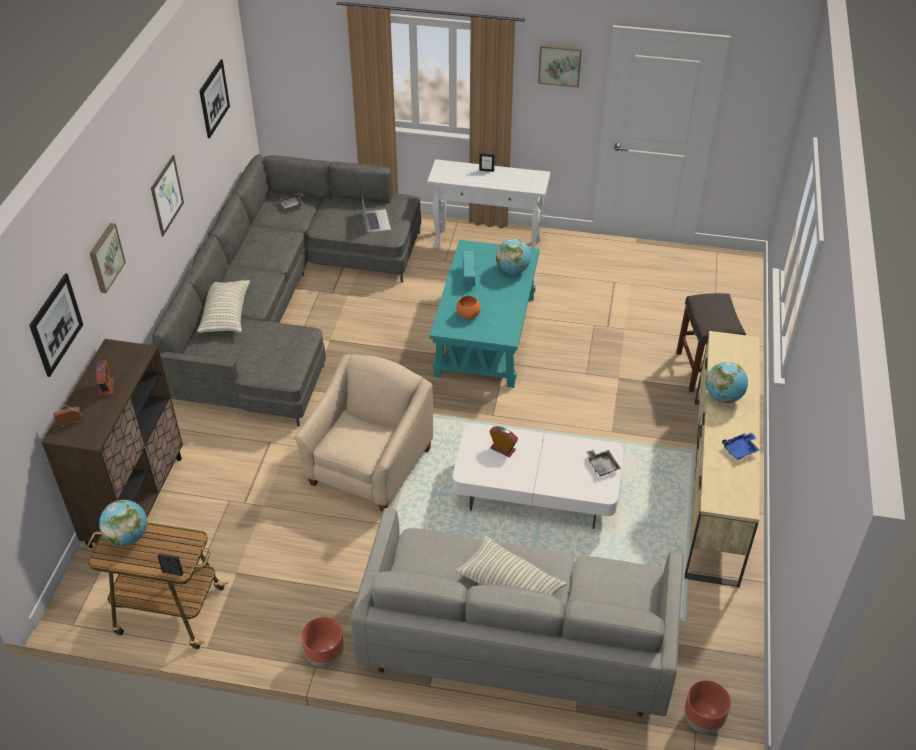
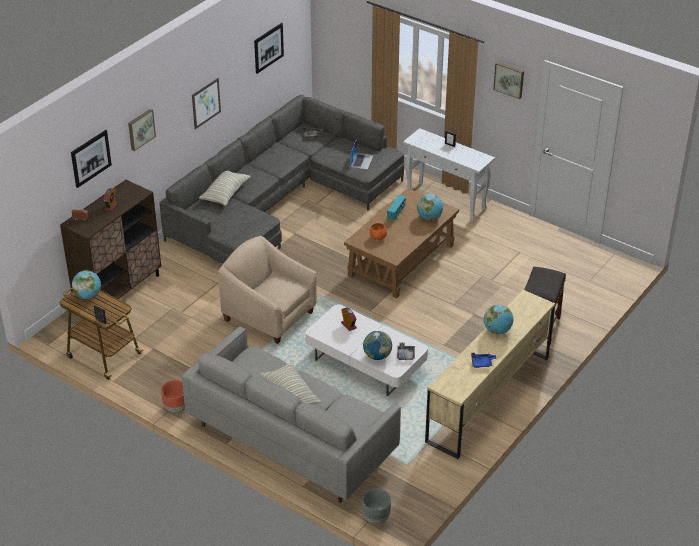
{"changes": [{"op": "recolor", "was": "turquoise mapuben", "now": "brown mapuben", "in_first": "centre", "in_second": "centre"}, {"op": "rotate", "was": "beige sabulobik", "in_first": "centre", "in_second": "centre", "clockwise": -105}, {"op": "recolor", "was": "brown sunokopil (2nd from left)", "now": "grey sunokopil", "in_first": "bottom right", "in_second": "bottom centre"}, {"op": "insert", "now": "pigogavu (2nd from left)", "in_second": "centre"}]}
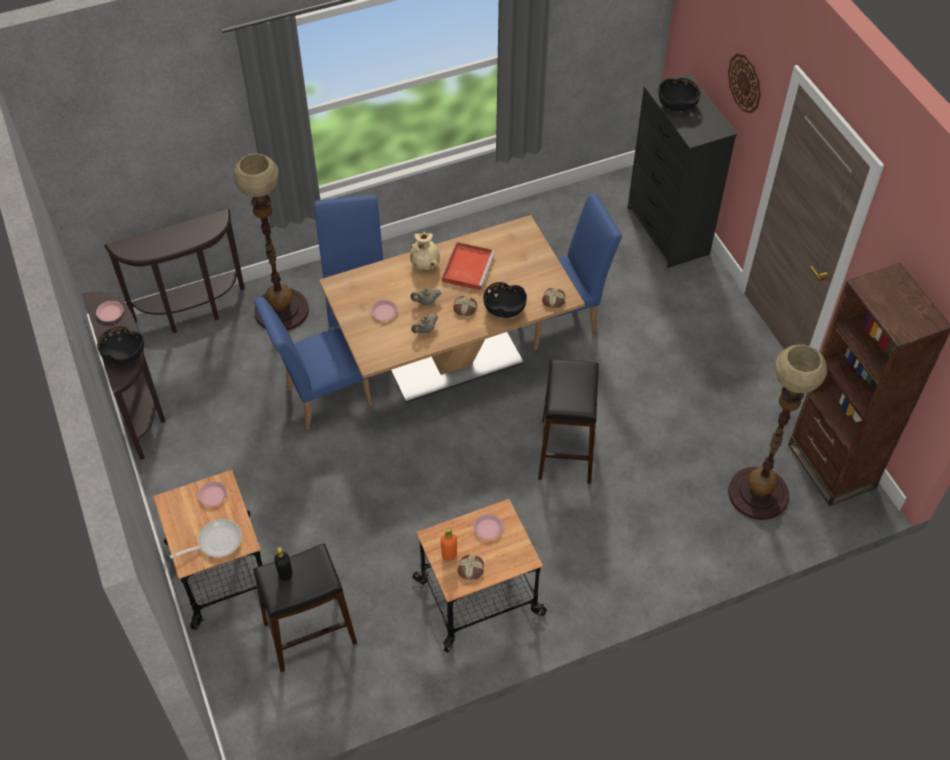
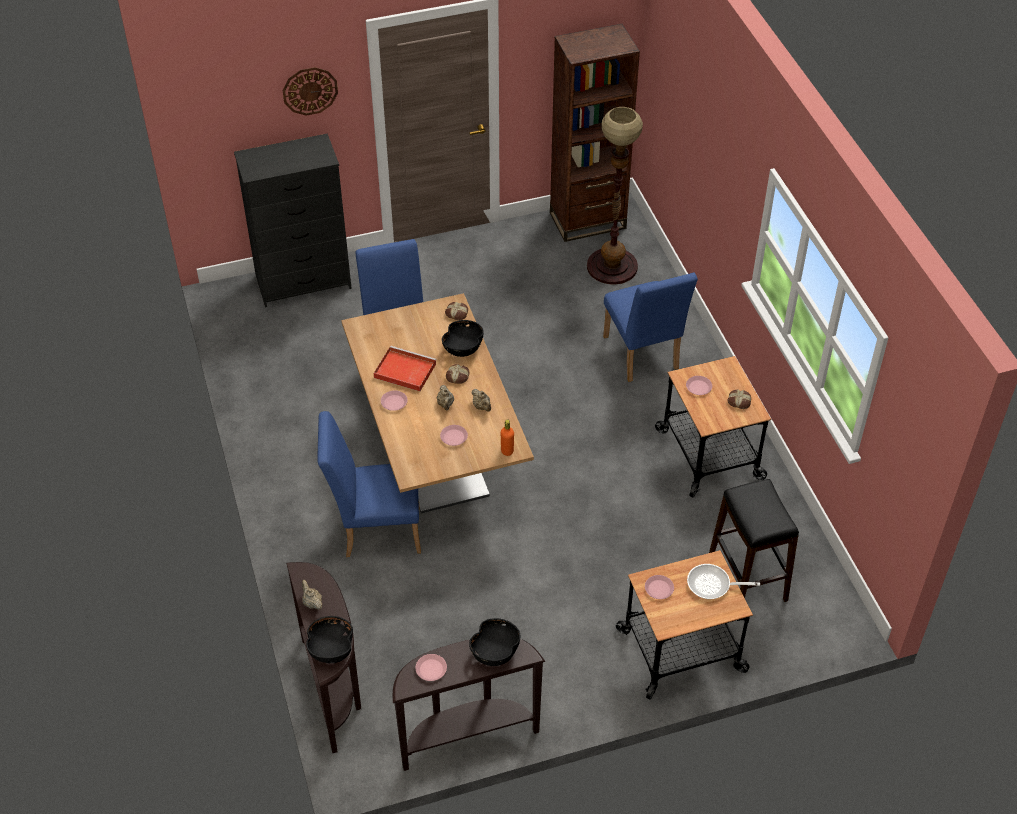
{"changes": [{"op": "move", "was": "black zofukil (3rd from left in the first image)", "now": "black zofukil (1st from left)", "in_first": "top right", "in_second": "bottom left"}, {"op": "delete", "was": "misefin (1st from left)", "in_first": "top left"}, {"op": "replace", "was": "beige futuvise", "now": "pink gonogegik (1st from left)", "in_first": "top centre", "in_second": "centre"}, {"op": "move", "was": "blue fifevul (1st from left in the first image)", "now": "blue fifevul (3rd from left)", "in_first": "middle left", "in_second": "centre"}, {"op": "delete", "was": "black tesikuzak (2nd from left)", "in_first": "centre"}, {"op": "rotate", "was": "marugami", "in_first": "bottom left", "in_second": "bottom right", "clockwise": -60}, {"op": "move", "was": "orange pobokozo", "in_first": "bottom centre", "in_second": "centre"}, {"op": "delete", "was": "black pobokozo", "in_first": "bottom left"}, {"op": "insert", "now": "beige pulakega (1st from left)", "in_second": "bottom left"}]}
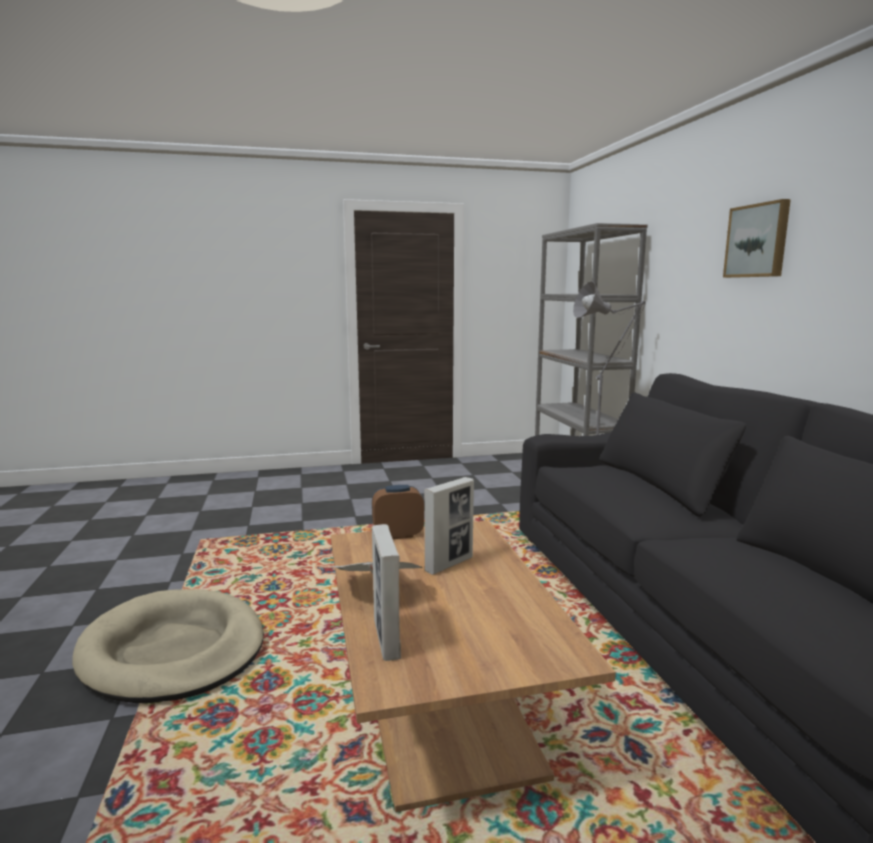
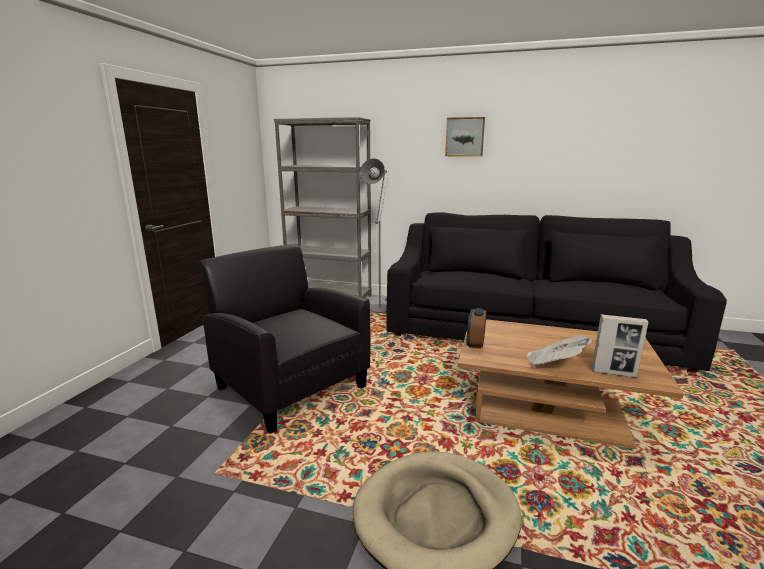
{"changes": [{"op": "delete", "was": "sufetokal (2nd from left)", "in_first": "centre"}, {"op": "insert", "now": "black sabulobik", "in_second": "centre"}]}
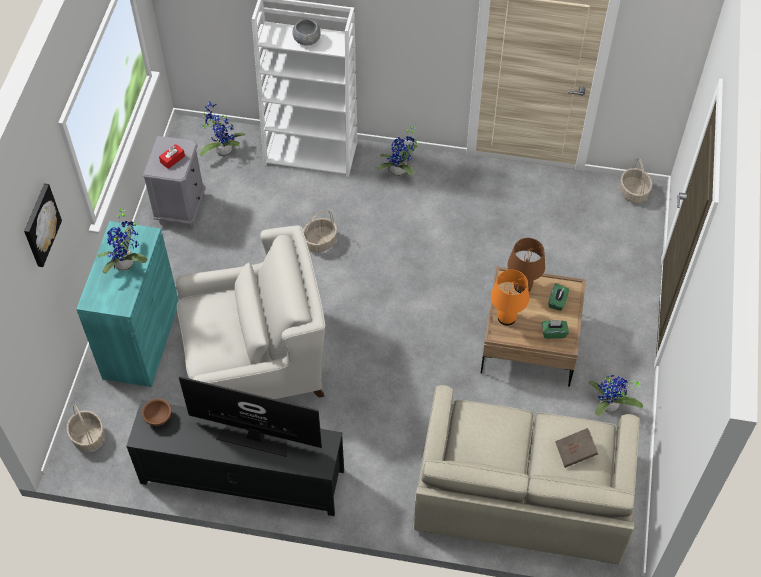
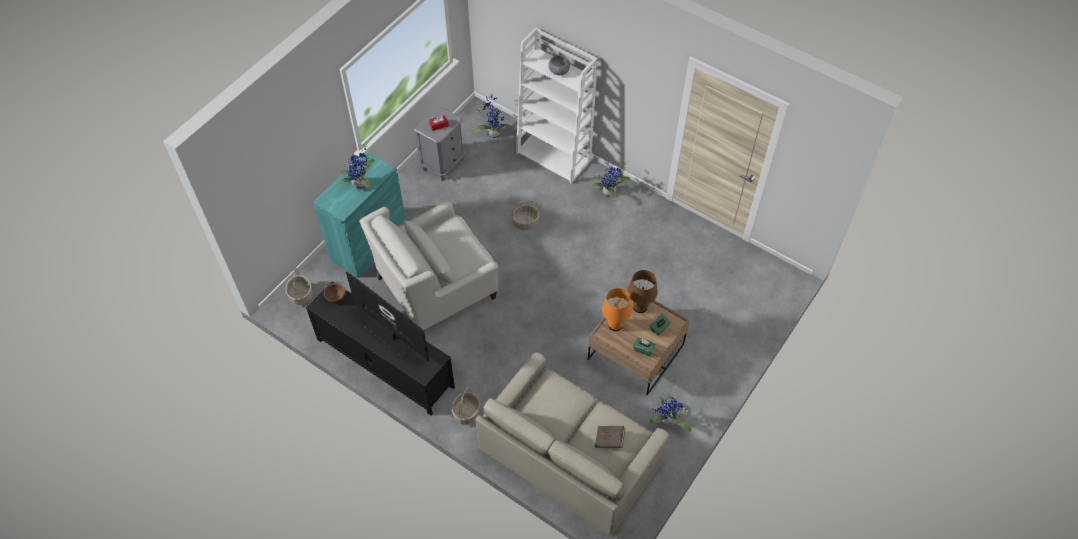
{"changes": [{"op": "move", "was": "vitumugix (3rd from left in the first image)", "now": "vitumugix (2nd from left)", "in_first": "top right", "in_second": "bottom centre"}, {"op": "delete", "was": "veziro", "in_first": "middle left"}, {"op": "rotate", "was": "white sabulobik", "in_first": "middle left", "in_second": "centre", "clockwise": 135}]}
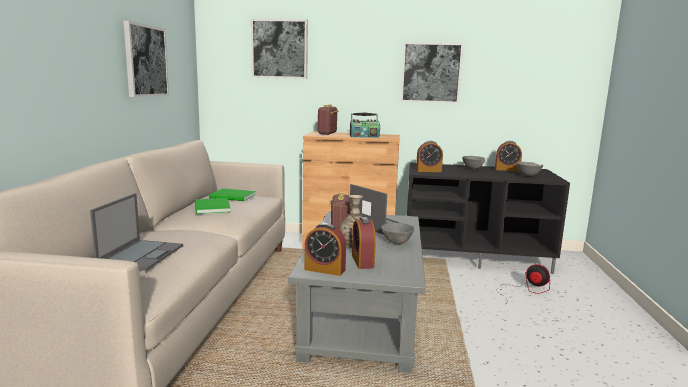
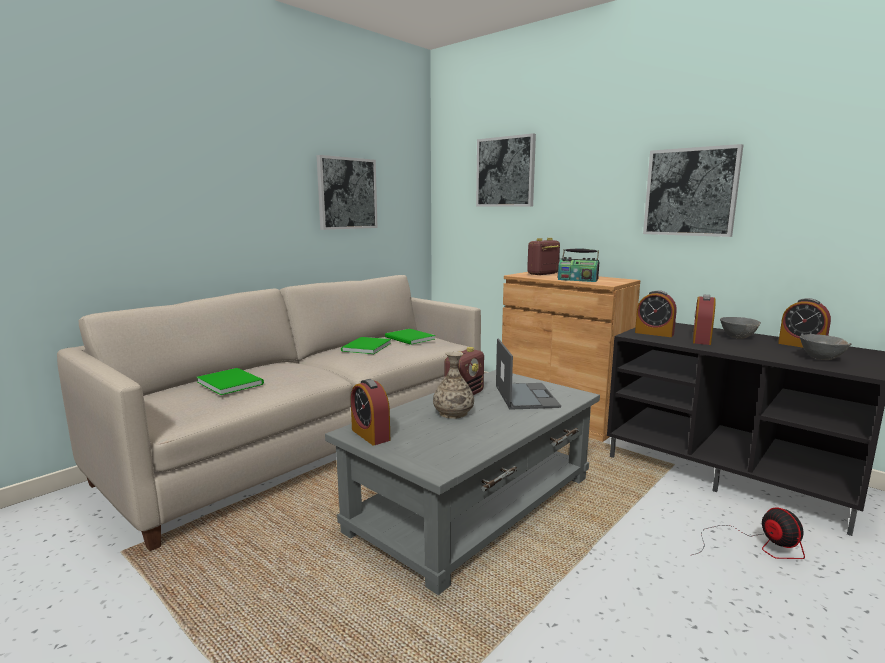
{"changes": [{"op": "replace", "was": "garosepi (1st from left)", "now": "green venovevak (1st from left)", "in_first": "middle left", "in_second": "middle left"}, {"op": "move", "was": "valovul (2nd from left in the first image)", "now": "valovul (3rd from left)", "in_first": "centre", "in_second": "middle right"}, {"op": "delete", "was": "grey zofukil (1st from left)", "in_first": "centre"}]}
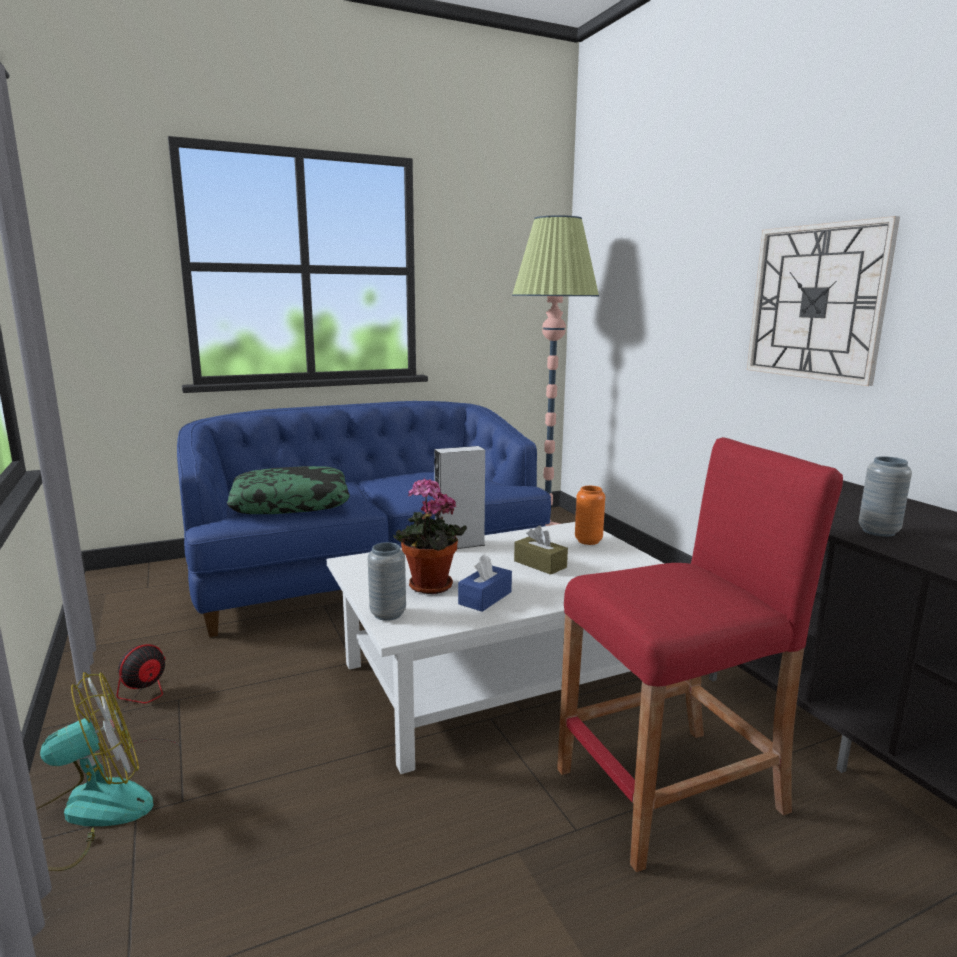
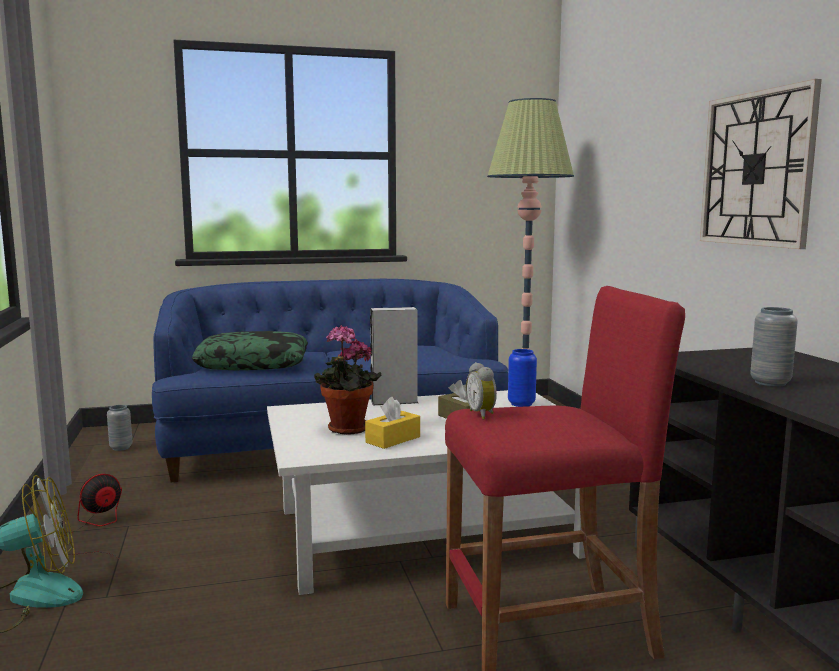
{"changes": [{"op": "recolor", "was": "orange futuvise", "now": "blue futuvise", "in_first": "centre", "in_second": "centre"}, {"op": "move", "was": "grey futuvise (1st from left)", "in_first": "centre", "in_second": "middle left"}, {"op": "recolor", "was": "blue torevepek", "now": "yellow torevepek", "in_first": "centre", "in_second": "centre"}, {"op": "insert", "now": "valovul", "in_second": "centre"}]}
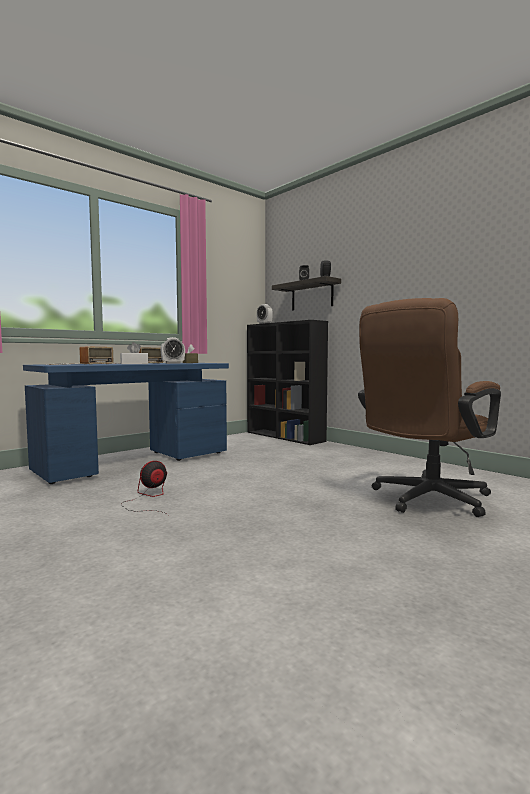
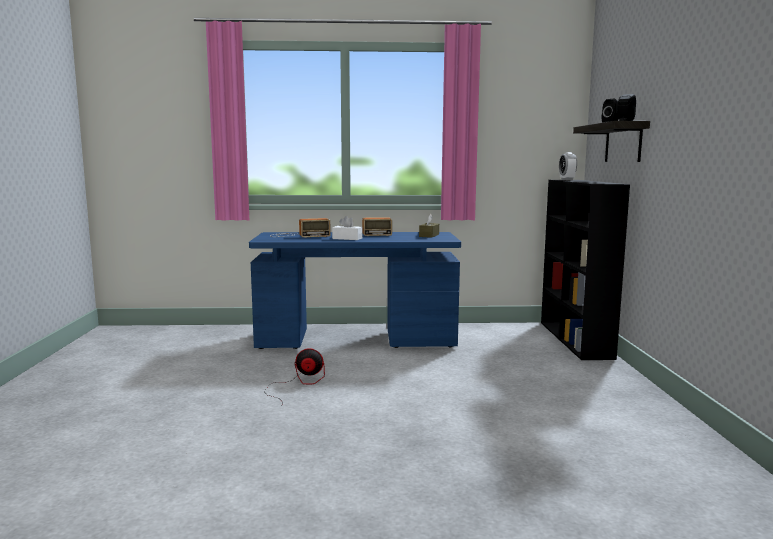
{"changes": [{"op": "delete", "was": "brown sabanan", "in_first": "middle right"}, {"op": "delete", "was": "valovul (1st from left)", "in_first": "middle left"}]}
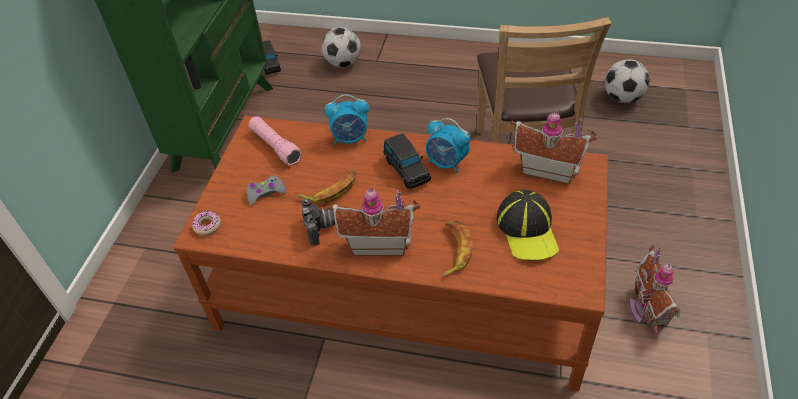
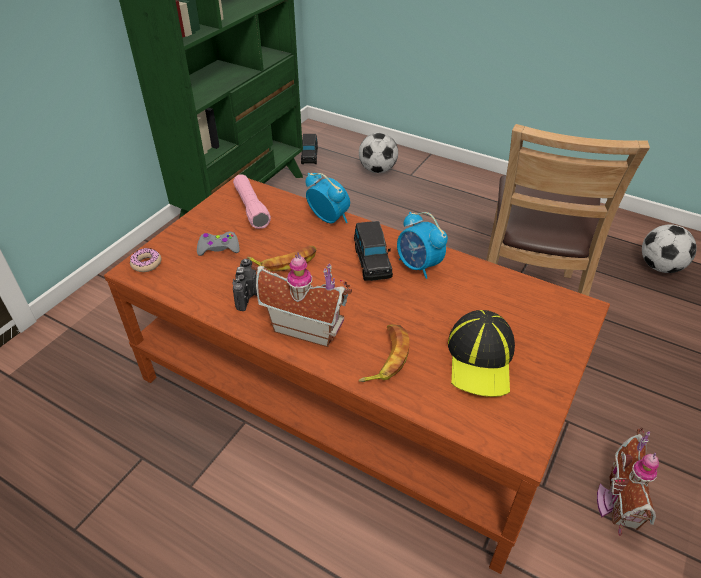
{"changes": [{"op": "rotate", "was": "valovul (1st from left)", "in_first": "top centre", "in_second": "centre", "clockwise": -150}, {"op": "delete", "was": "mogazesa (2nd from left)", "in_first": "middle right"}]}
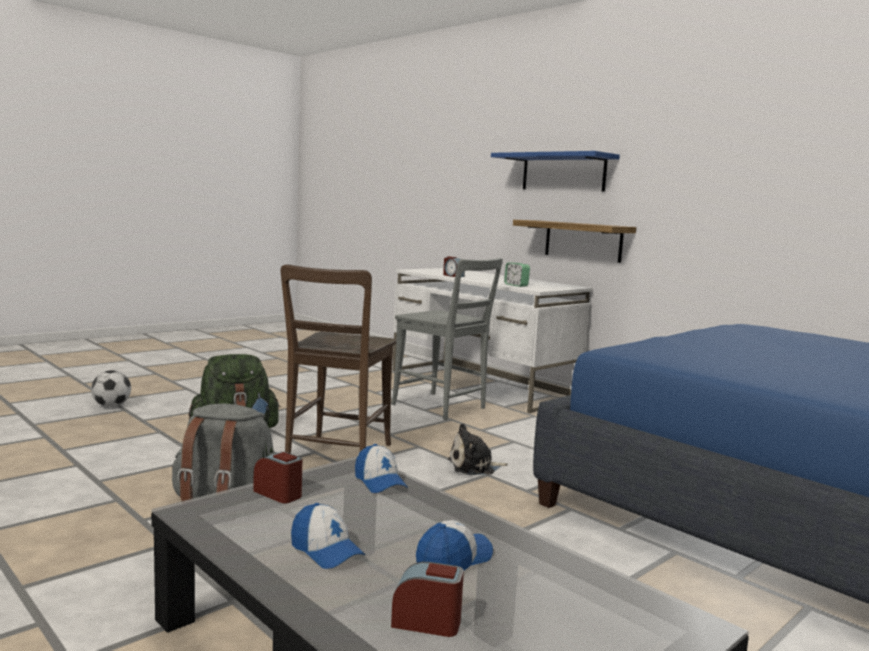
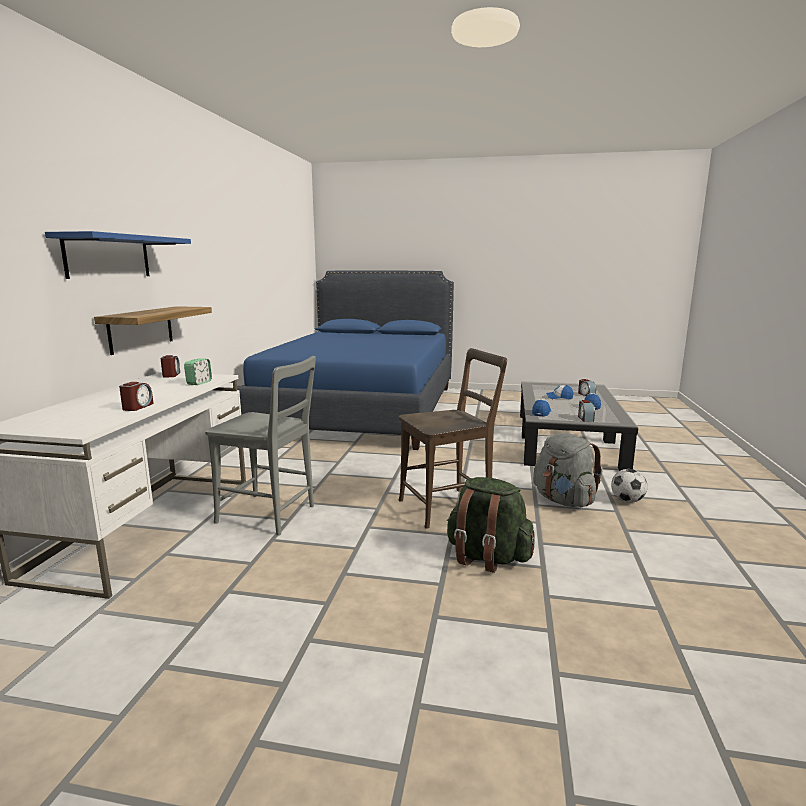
{"changes": [{"op": "rotate", "was": "grey fifevul", "in_first": "centre", "in_second": "middle left", "clockwise": 105}, {"op": "move", "was": "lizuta", "in_first": "middle left", "in_second": "middle right"}, {"op": "delete", "was": "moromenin", "in_first": "bottom centre"}, {"op": "insert", "now": "valovul (2nd from left)", "in_second": "middle left"}]}
